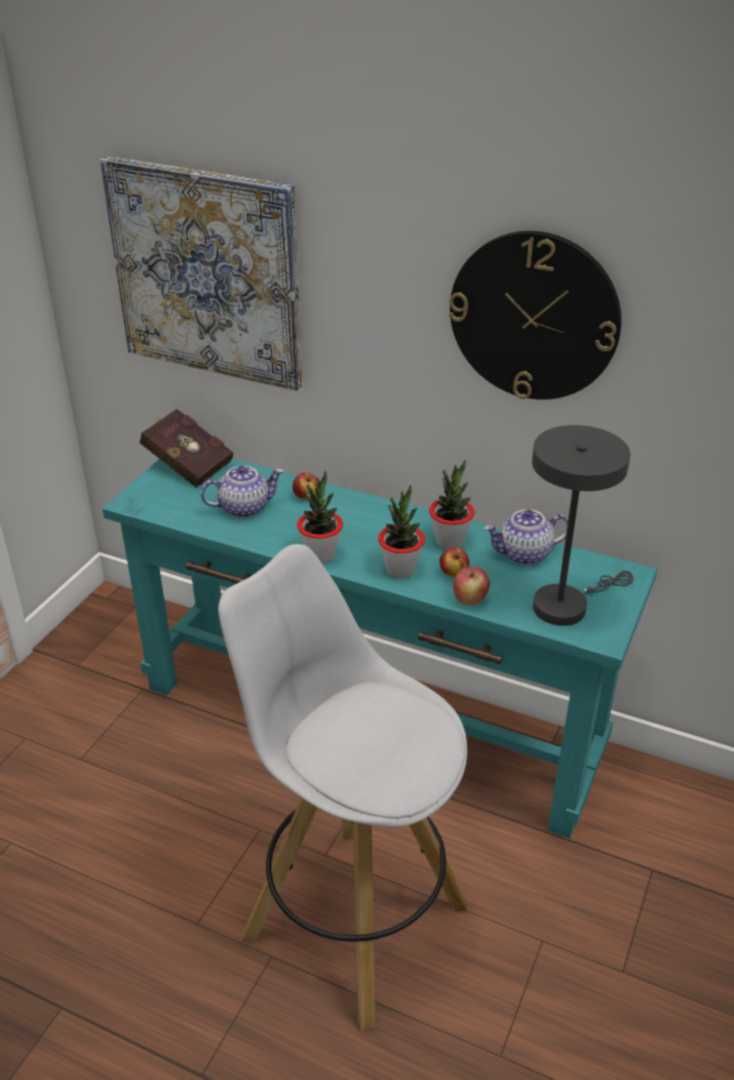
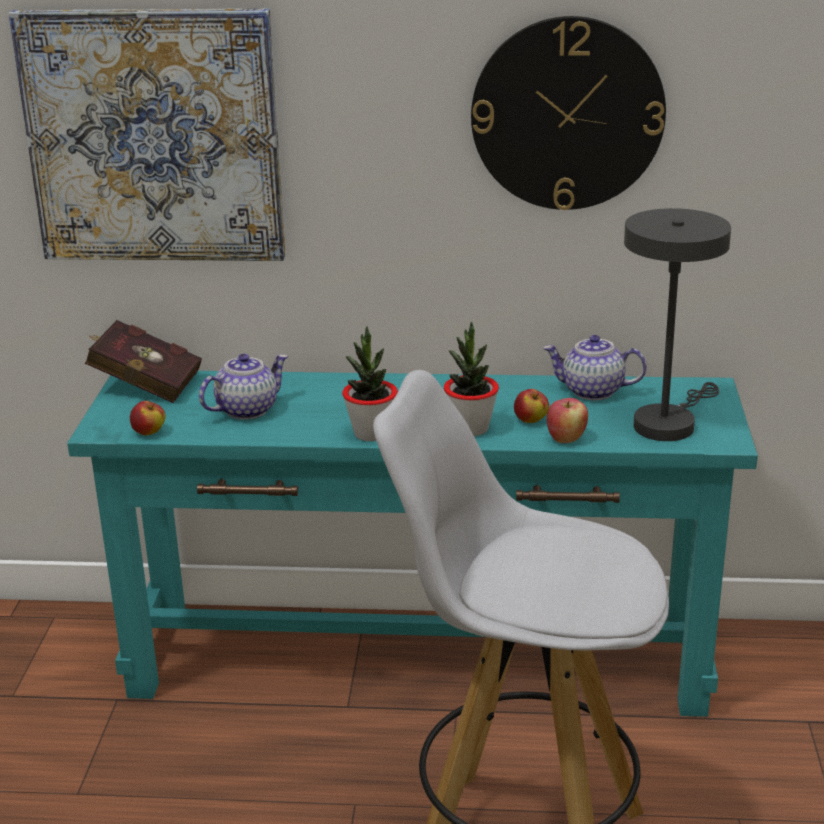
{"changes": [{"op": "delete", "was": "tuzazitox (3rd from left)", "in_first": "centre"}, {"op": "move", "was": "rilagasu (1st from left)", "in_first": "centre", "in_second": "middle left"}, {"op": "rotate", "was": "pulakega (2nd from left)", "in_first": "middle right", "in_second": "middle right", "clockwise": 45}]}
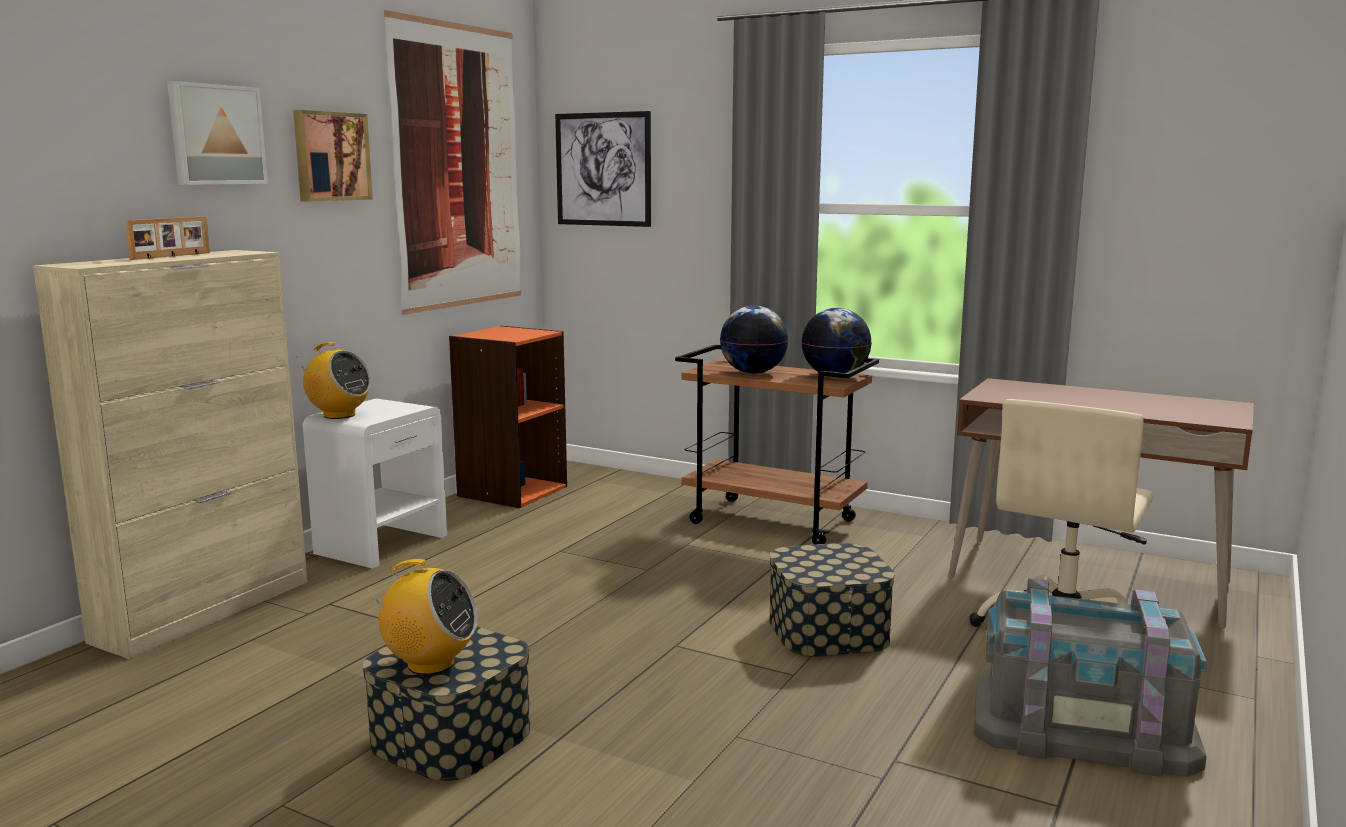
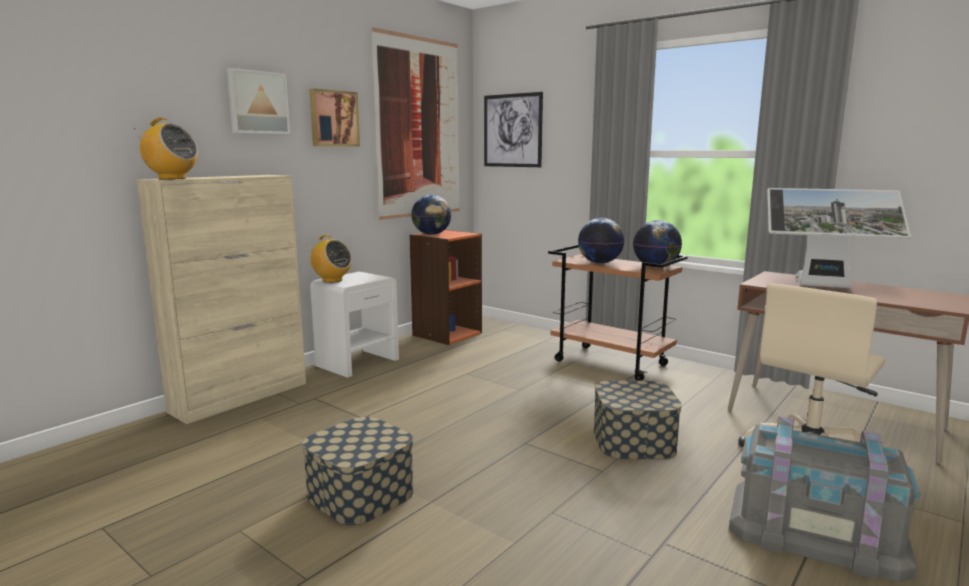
{"changes": [{"op": "delete", "was": "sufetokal", "in_first": "top left"}, {"op": "move", "was": "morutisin (2nd from left in the first image)", "now": "morutisin (1st from left)", "in_first": "bottom left", "in_second": "top left"}, {"op": "insert", "now": "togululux", "in_second": "middle right"}, {"op": "insert", "now": "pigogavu (1st from left)", "in_second": "centre"}]}
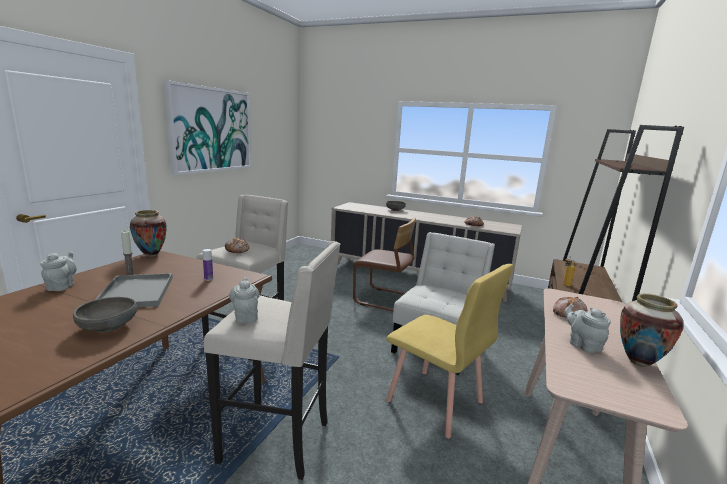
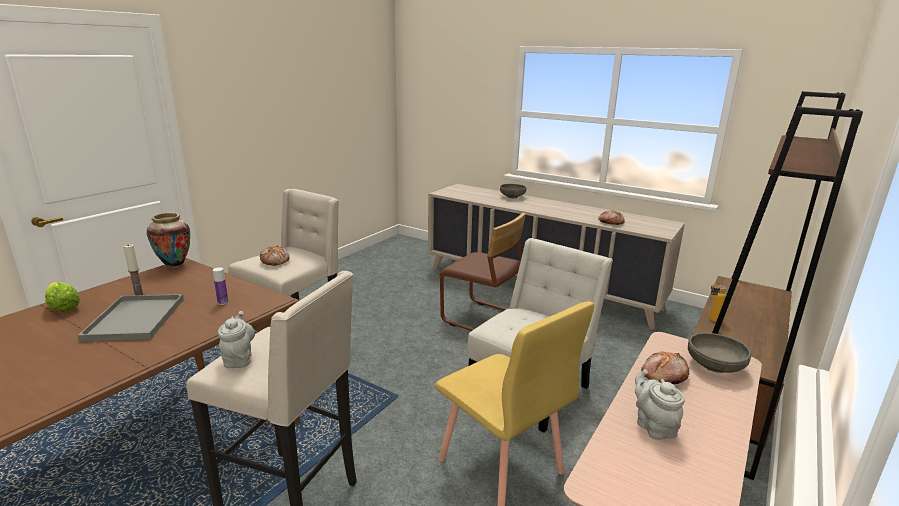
{"changes": [{"op": "delete", "was": "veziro", "in_first": "top left"}, {"op": "replace", "was": "grey pulakega (1st from left)", "now": "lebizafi", "in_first": "middle left", "in_second": "middle left"}, {"op": "delete", "was": "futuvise (2nd from left)", "in_first": "bottom right"}, {"op": "move", "was": "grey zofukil (1st from left in the first image)", "now": "grey zofukil (2nd from left)", "in_first": "middle left", "in_second": "bottom right"}]}
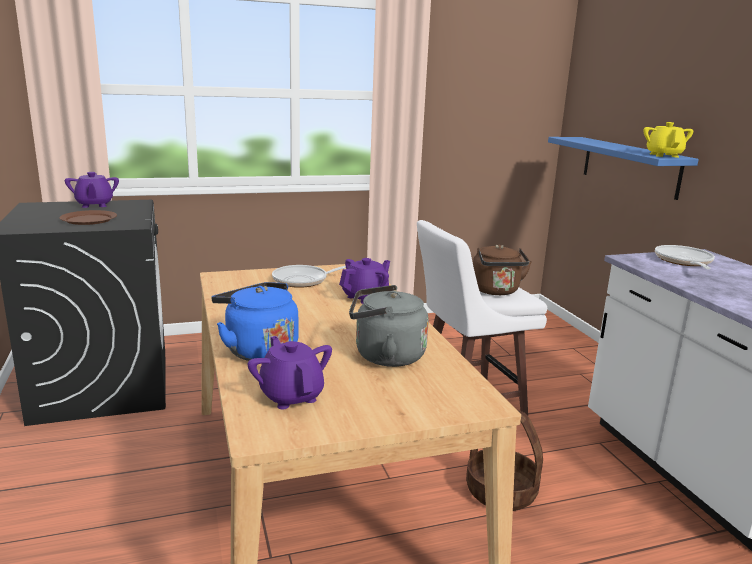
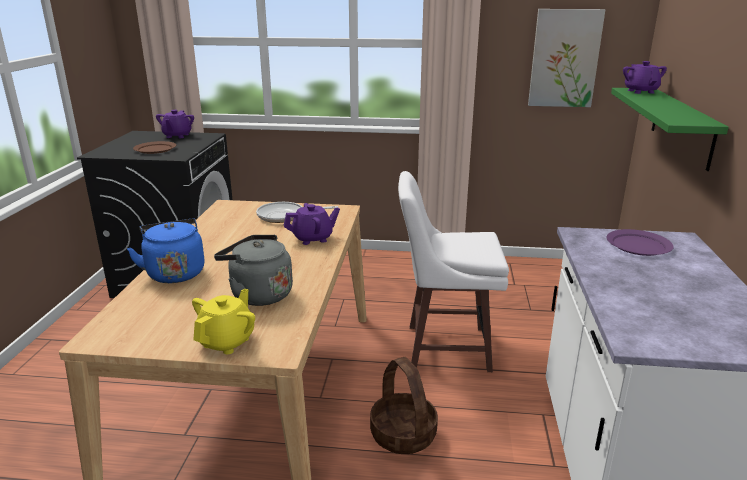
{"changes": [{"op": "move", "was": "yellow pulakega", "in_first": "top right", "in_second": "bottom left"}, {"op": "recolor", "was": "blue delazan", "now": "green delazan", "in_first": "top right", "in_second": "top right"}, {"op": "delete", "was": "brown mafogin", "in_first": "middle right"}, {"op": "replace", "was": "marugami (2nd from left)", "now": "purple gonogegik", "in_first": "middle right", "in_second": "middle right"}, {"op": "move", "was": "purple pulakega (2nd from left in the first image)", "now": "purple pulakega (3rd from left)", "in_first": "centre", "in_second": "top right"}, {"op": "insert", "now": "veziro", "in_second": "top right"}]}
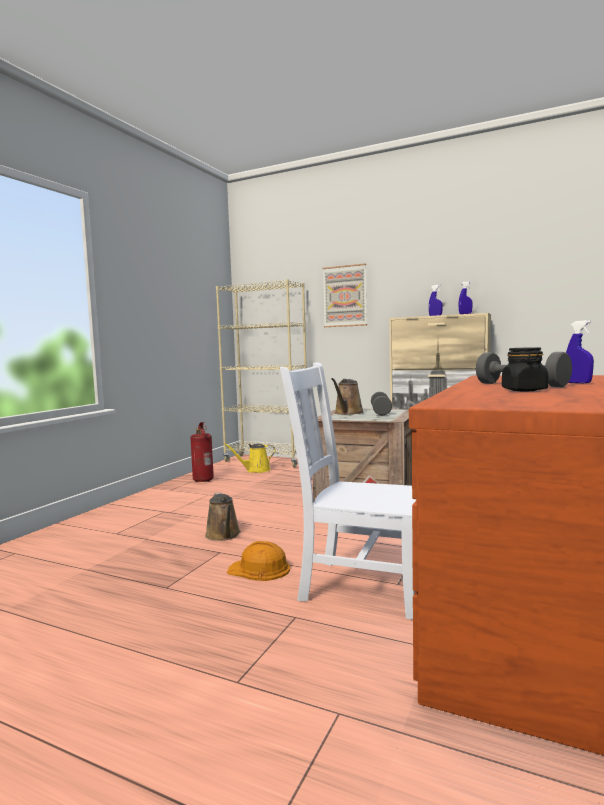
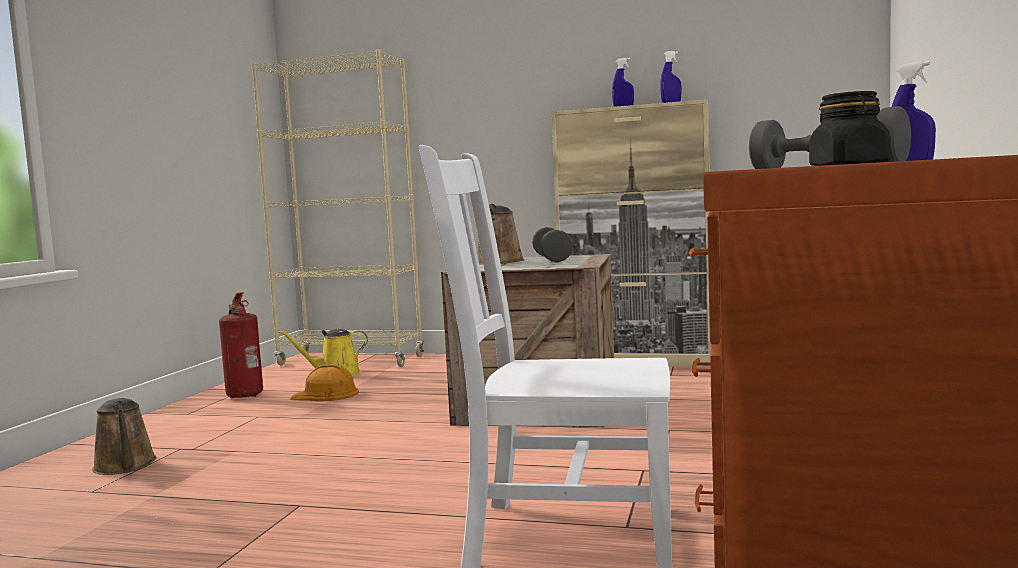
{"changes": [{"op": "delete", "was": "veziro", "in_first": "centre"}, {"op": "move", "was": "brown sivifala (1st from left)", "in_first": "centre", "in_second": "bottom left"}, {"op": "move", "was": "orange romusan", "in_first": "bottom centre", "in_second": "bottom left"}]}
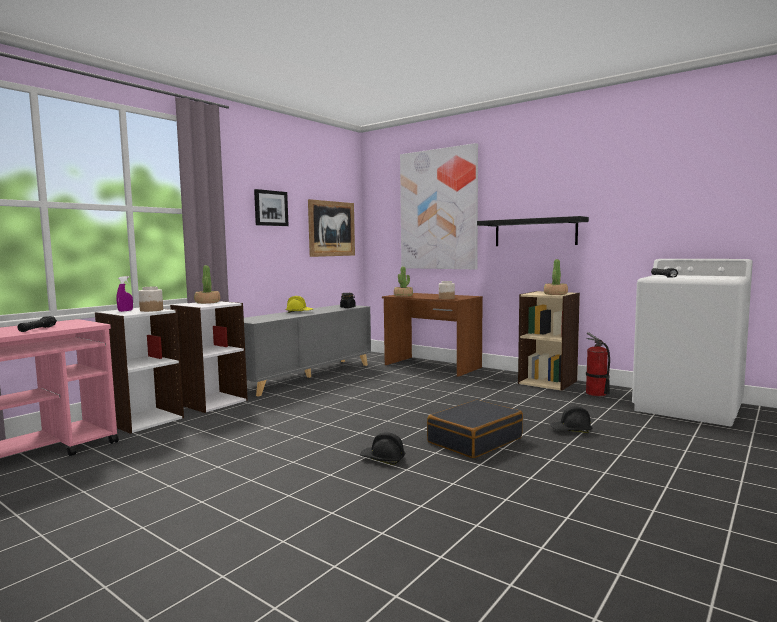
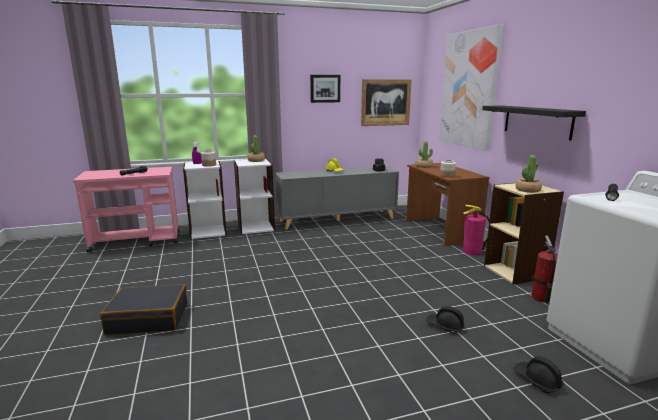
{"changes": [{"op": "move", "was": "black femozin", "in_first": "bottom centre", "in_second": "bottom left"}, {"op": "move", "was": "black romusan (1st from left in the first image)", "now": "black romusan (2nd from left)", "in_first": "bottom centre", "in_second": "bottom right"}, {"op": "insert", "now": "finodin (1st from left)", "in_second": "middle right"}]}
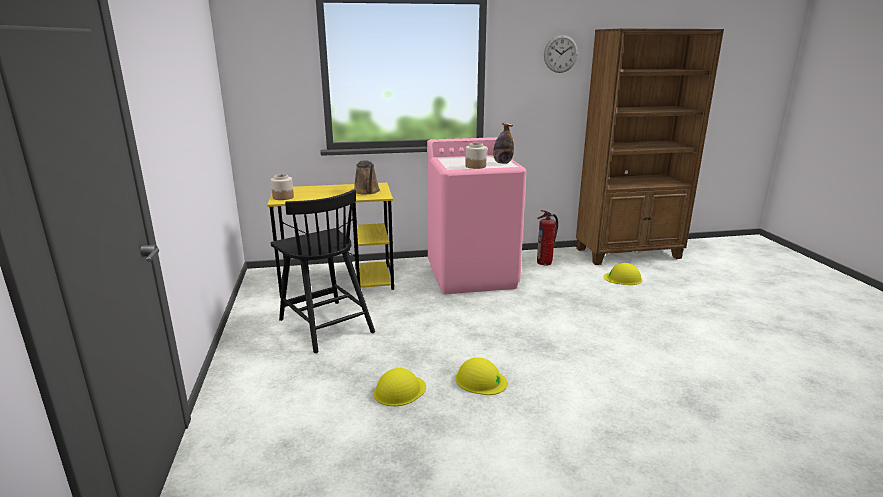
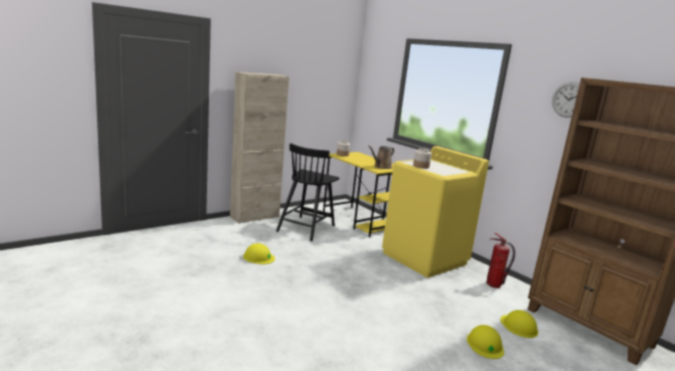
{"changes": [{"op": "delete", "was": "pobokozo", "in_first": "top centre"}, {"op": "recolor", "was": "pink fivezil", "now": "yellow fivezil", "in_first": "centre", "in_second": "centre"}, {"op": "move", "was": "yellow romusan (2nd from left)", "in_first": "bottom centre", "in_second": "bottom right"}, {"op": "insert", "now": "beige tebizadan", "in_second": "centre"}]}
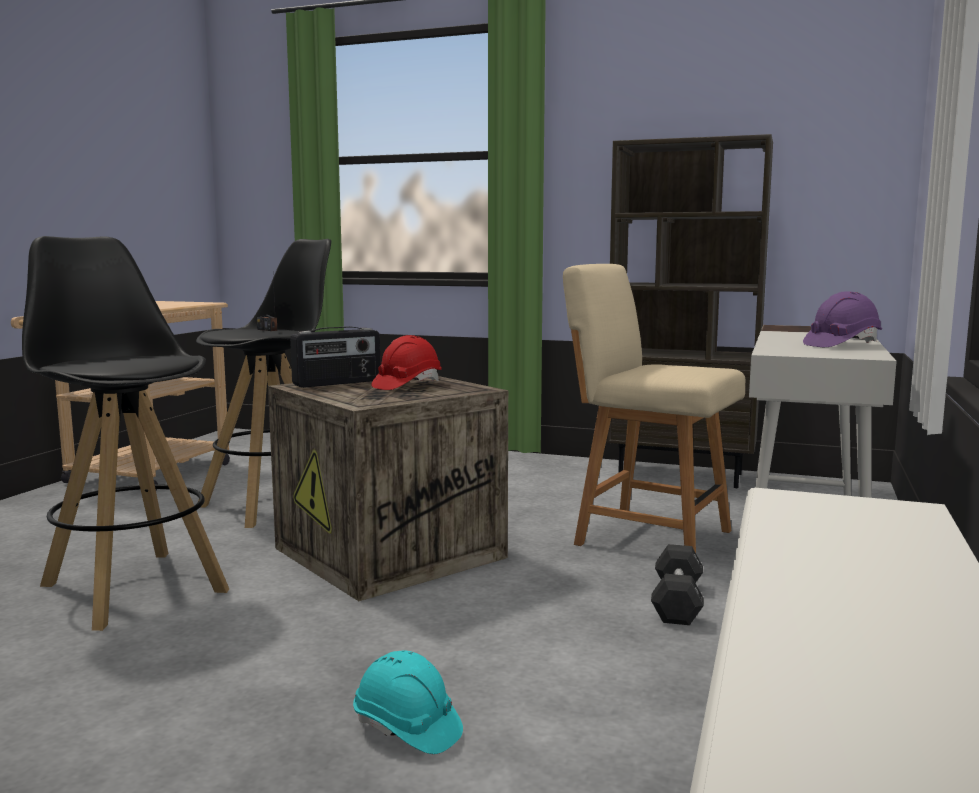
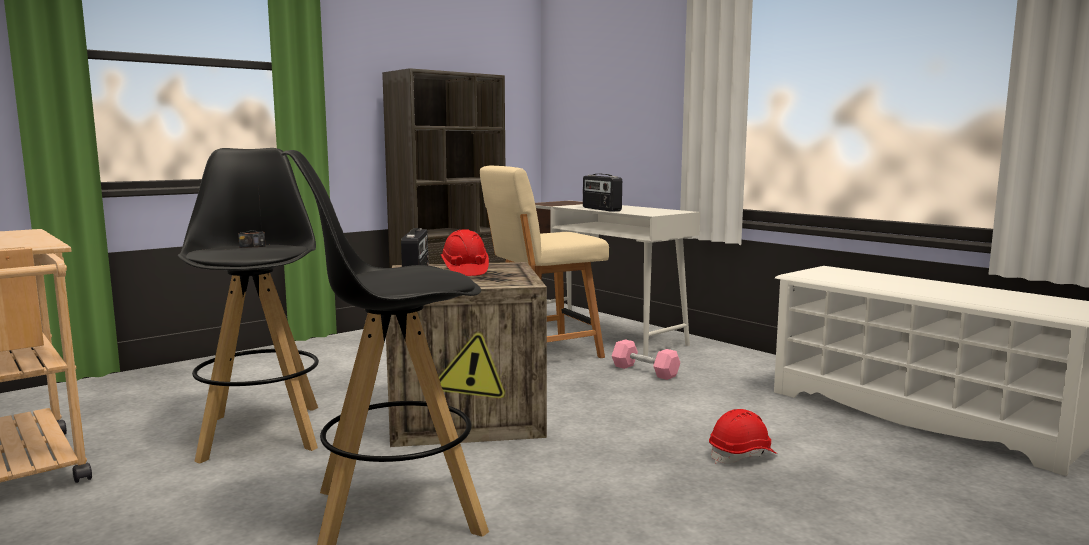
{"changes": [{"op": "delete", "was": "purple romusan", "in_first": "middle right"}, {"op": "recolor", "was": "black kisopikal", "now": "pink kisopikal", "in_first": "bottom right", "in_second": "centre"}, {"op": "recolor", "was": "turquoise romusan", "now": "red romusan (2nd from left)", "in_first": "bottom centre", "in_second": "bottom right"}, {"op": "insert", "now": "morutisin (3rd from left)", "in_second": "centre"}]}
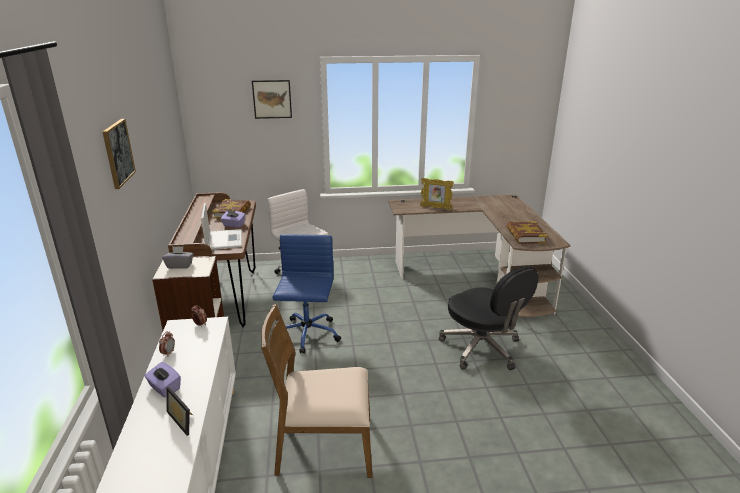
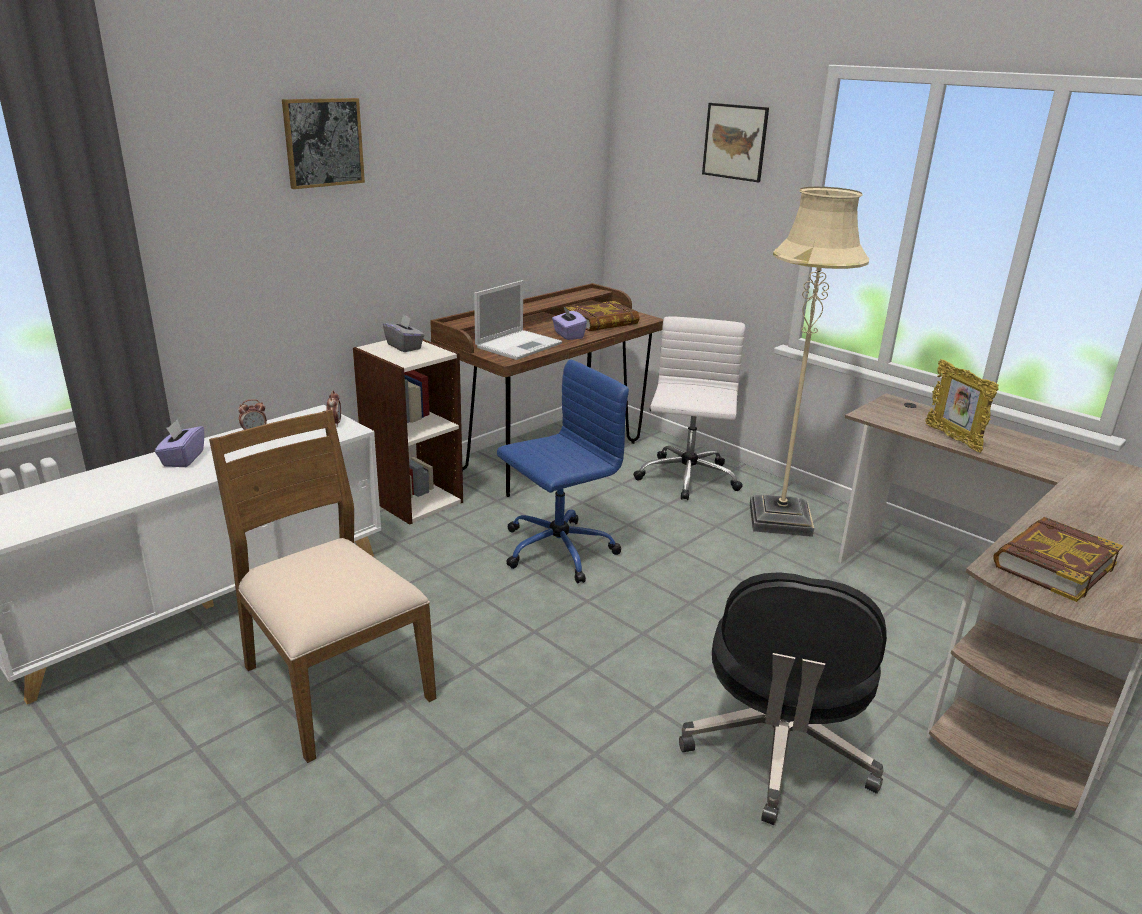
{"changes": [{"op": "delete", "was": "sufetokal (1st from left)", "in_first": "bottom left"}, {"op": "insert", "now": "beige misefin", "in_second": "middle right"}]}
